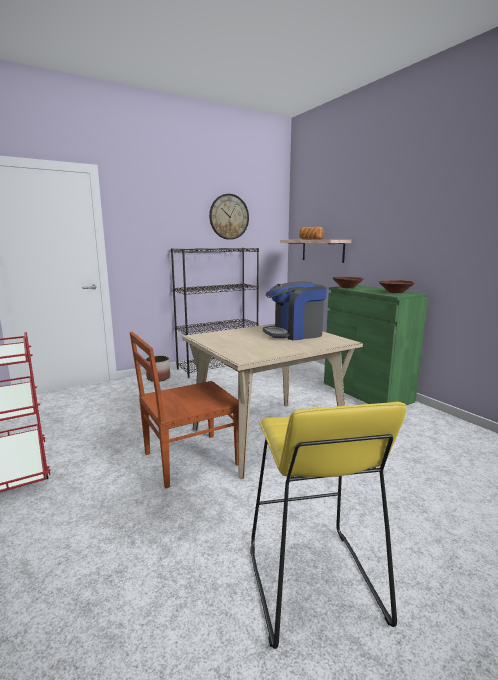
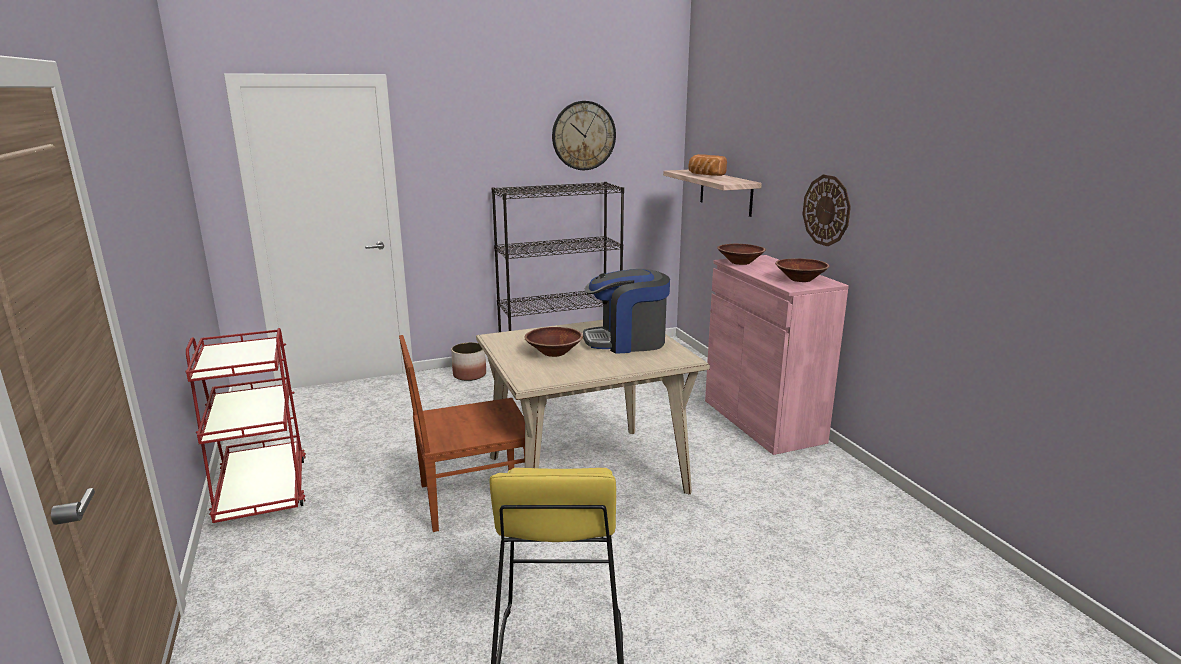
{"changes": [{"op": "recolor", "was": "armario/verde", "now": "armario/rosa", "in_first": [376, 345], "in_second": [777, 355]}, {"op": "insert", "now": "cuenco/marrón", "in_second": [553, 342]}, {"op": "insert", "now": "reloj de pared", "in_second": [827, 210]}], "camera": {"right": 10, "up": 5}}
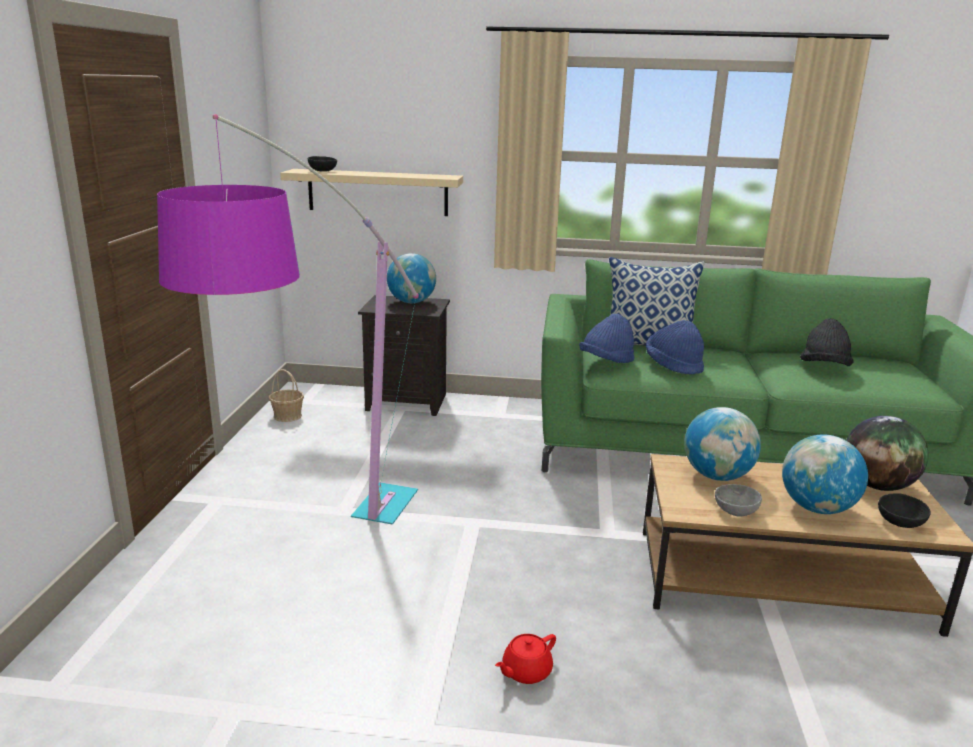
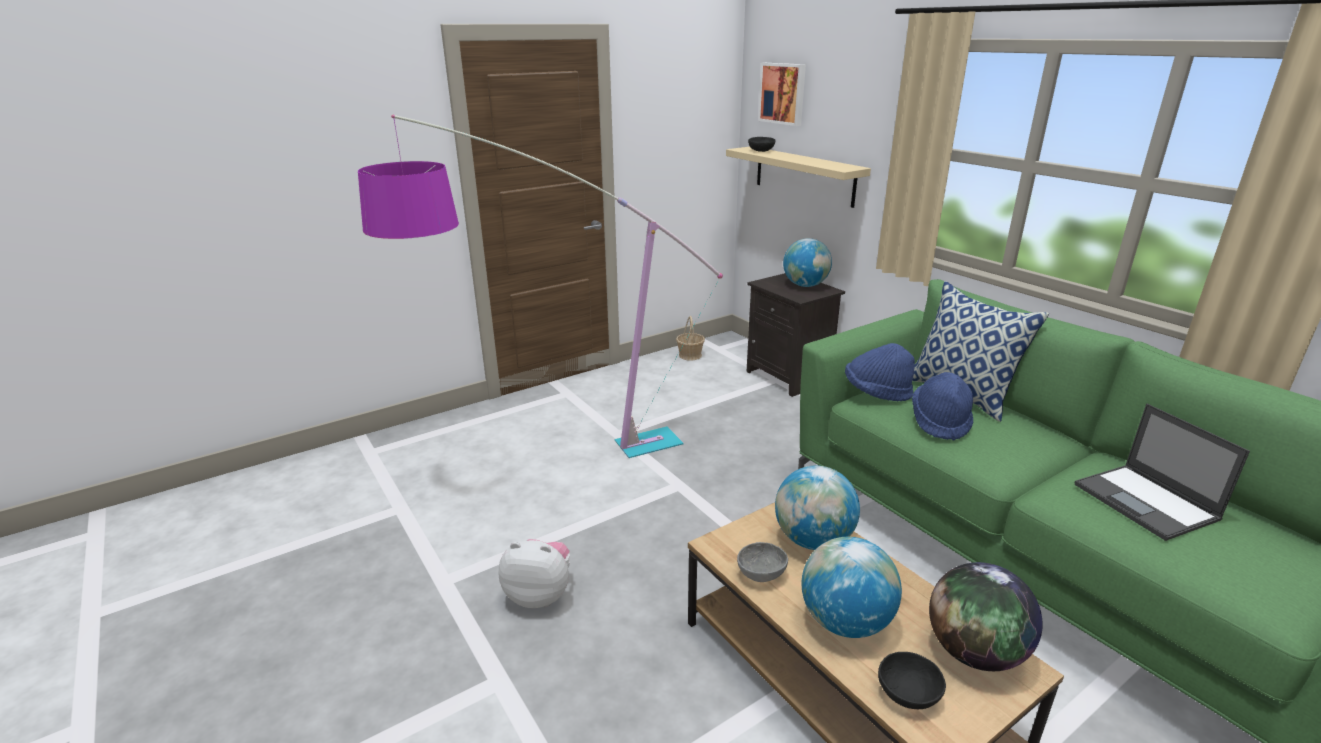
{"changes": [{"op": "replace", "was": "tetera/rojo", "now": "peluche", "in_first": [525, 659], "in_second": [534, 573]}, {"op": "replace", "was": "sombrero/negro", "now": "portátil", "in_first": [827, 342], "in_second": [1162, 472]}, {"op": "insert", "now": "cuadro", "in_second": [782, 94]}], "camera": {"right": 50, "up": 5}}
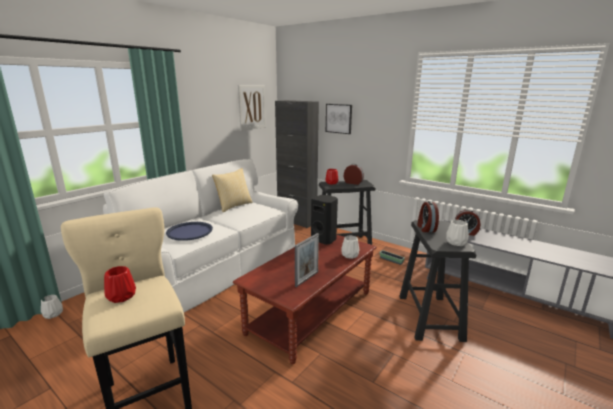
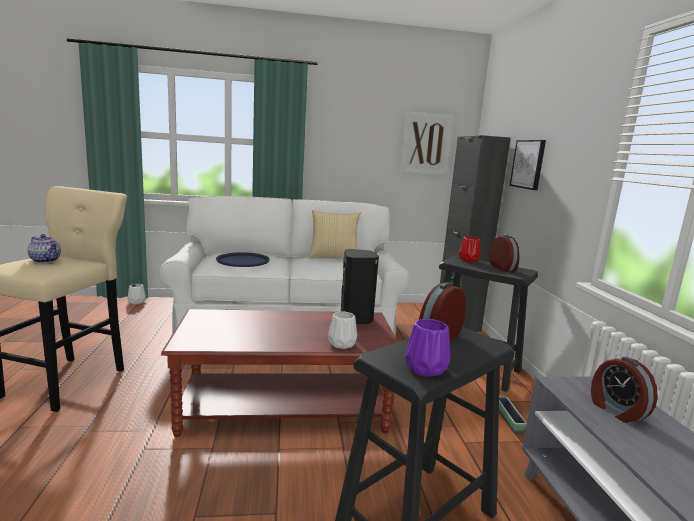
{"changes": [{"op": "replace", "was": "florero/rojo", "now": "tetera", "in_first": [120, 284], "in_second": [44, 248]}, {"op": "delete", "was": "portarretratos", "in_first": [307, 260]}, {"op": "recolor", "was": "florero/blanco", "now": "florero/morado", "in_first": [457, 233], "in_second": [427, 347]}], "camera": {"right": 45, "up": -5}}
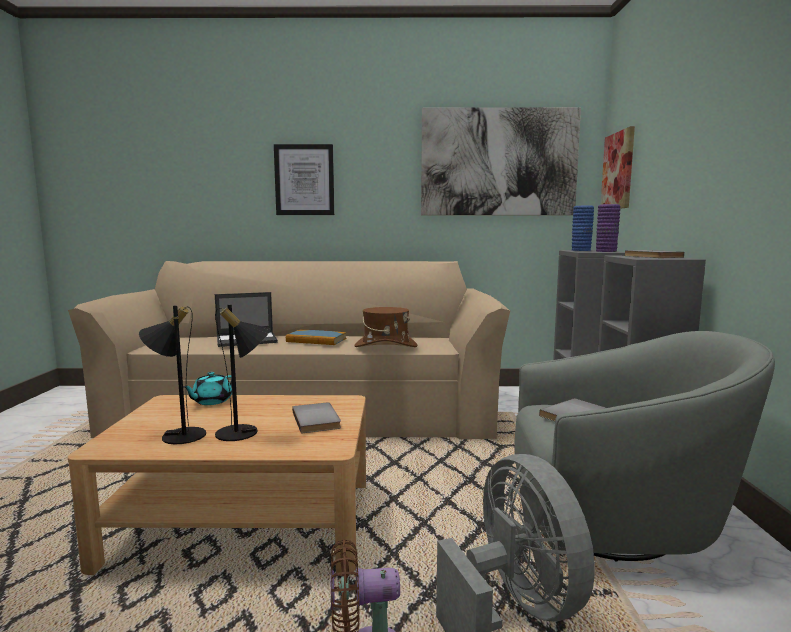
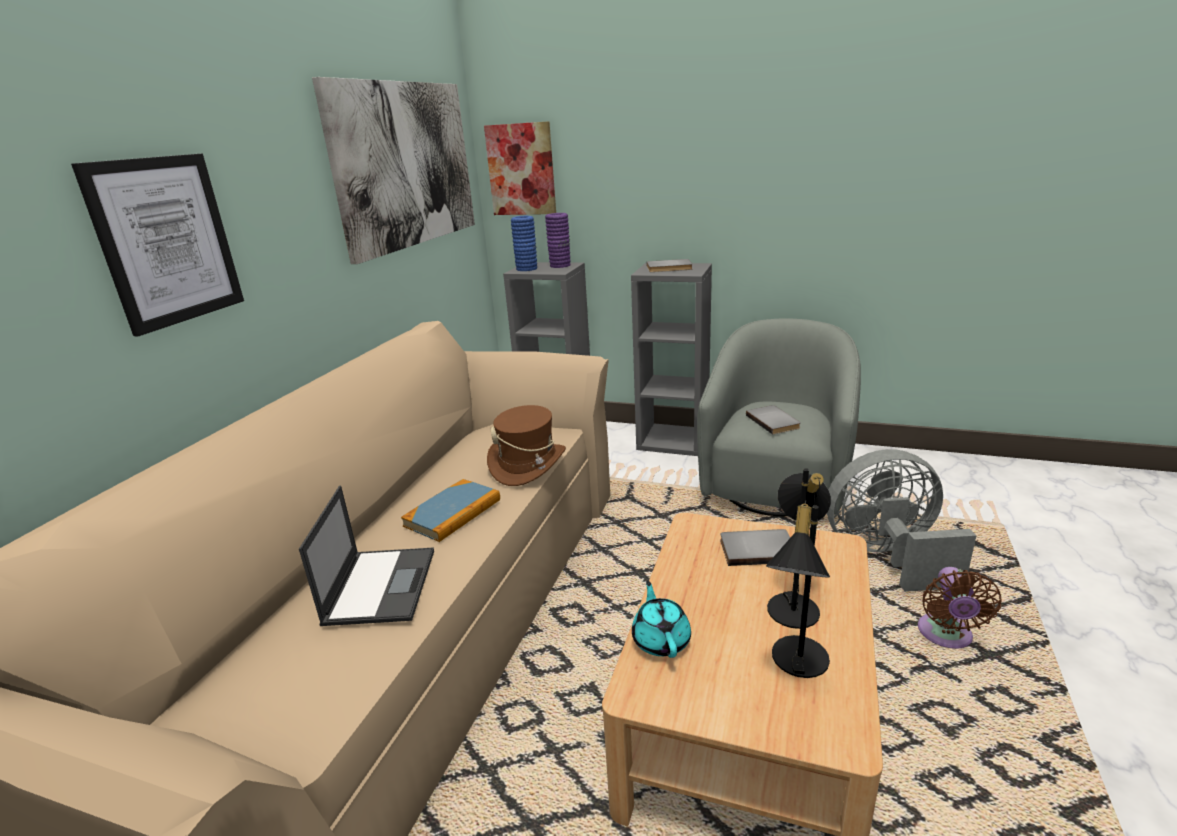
{"changes": [{"op": "rotate", "was": "tetera/turquesa", "in_first": [207, 388], "in_second": [661, 619], "clockwise": -150}], "camera": {"right": -70, "up": 15}}
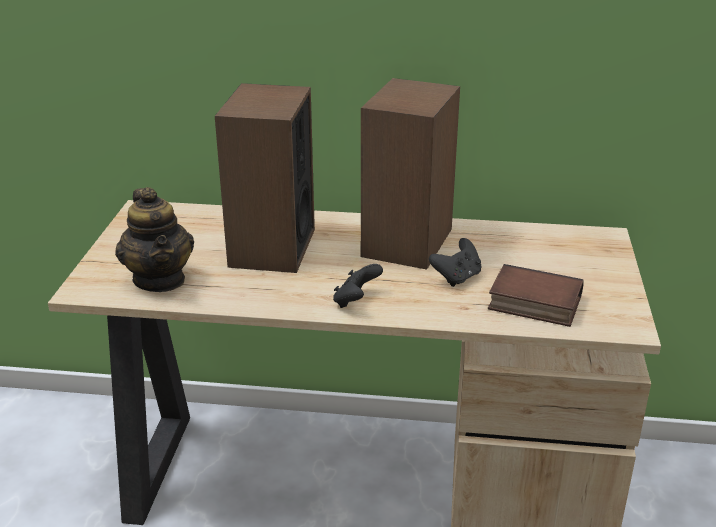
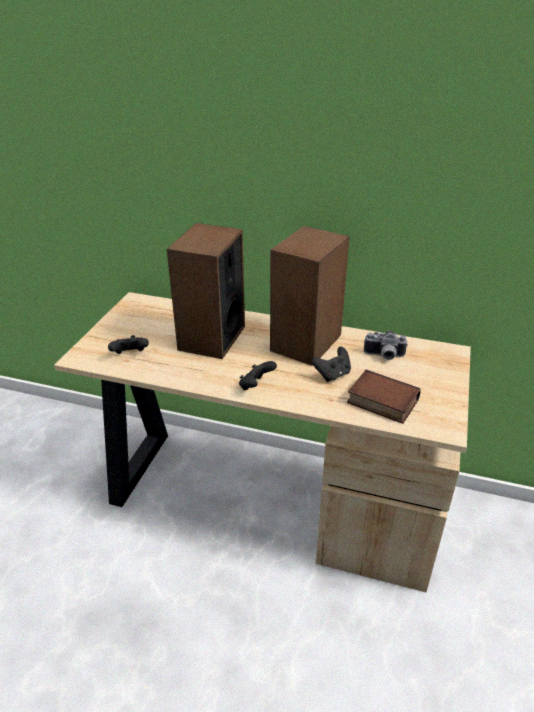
{"changes": [{"op": "replace", "was": "tetera", "now": "mando de consola/negro", "in_first": [154, 239], "in_second": [128, 344]}, {"op": "insert", "now": "cámara", "in_second": [386, 345]}], "camera": {"right": 10, "up": 5}}
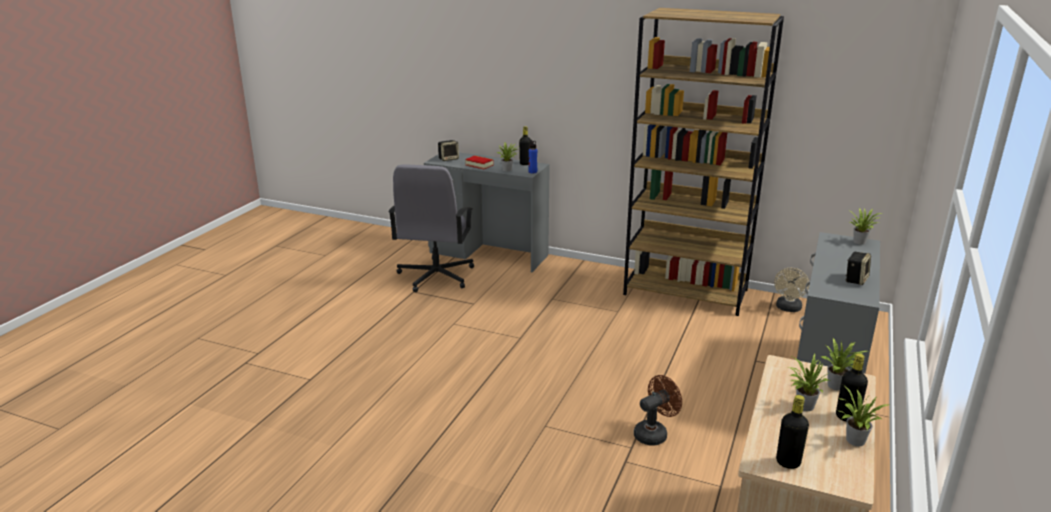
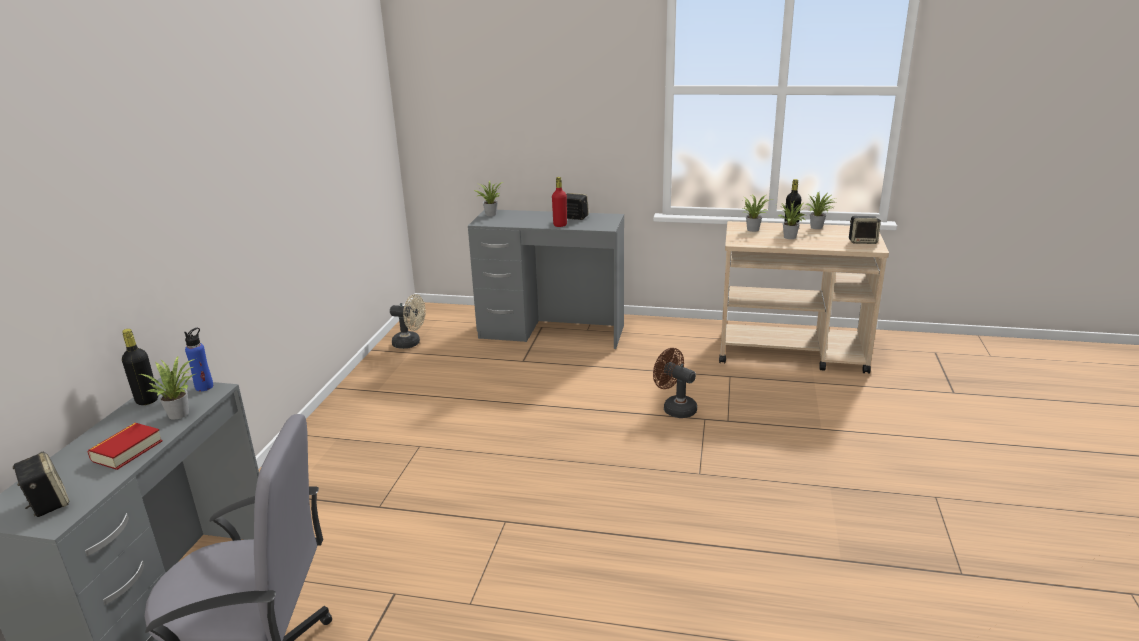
{"changes": [{"op": "delete", "was": "estantería/marrón", "in_first": [703, 162]}, {"op": "replace", "was": "botella/negro", "now": "altavoz", "in_first": [792, 432], "in_second": [865, 230]}, {"op": "insert", "now": "botella/rojo", "in_second": [559, 202]}], "camera": {"right": -100, "up": 0}}
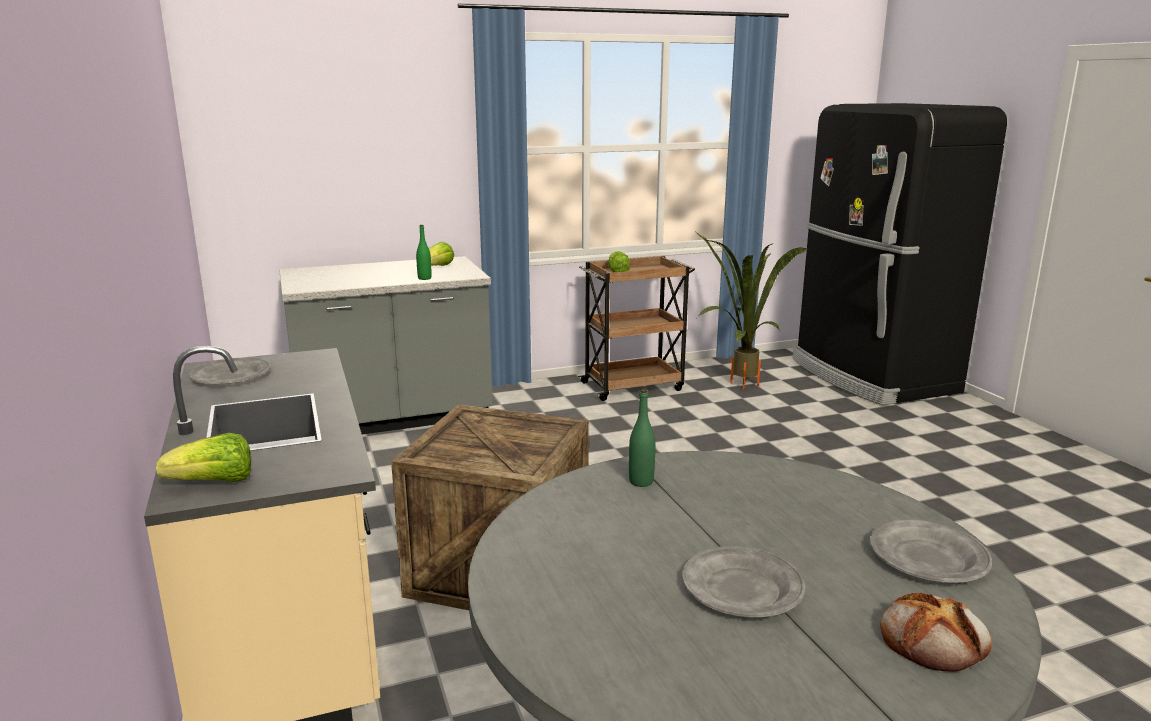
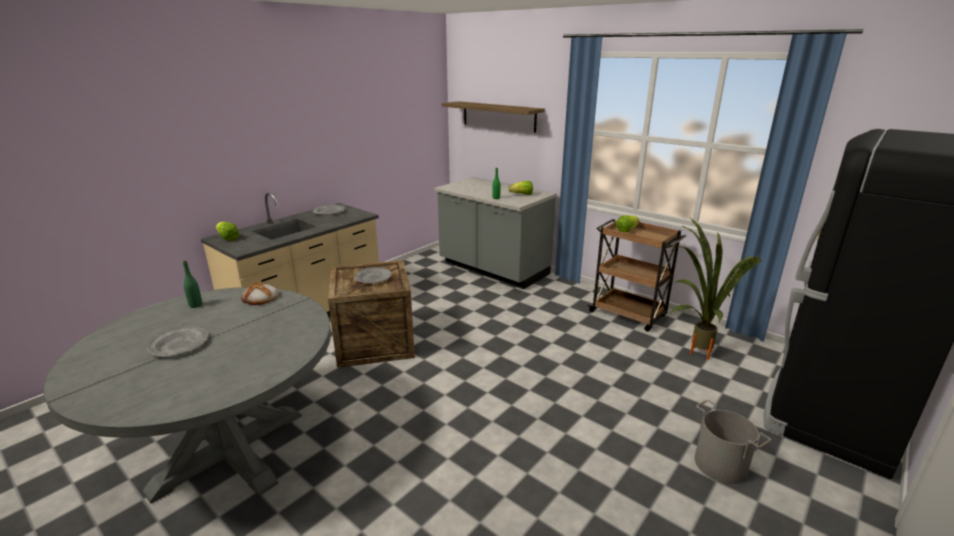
{"changes": [{"op": "move", "was": "botella/verde", "in_first": [642, 438], "in_second": [192, 284]}, {"op": "move", "was": "plato/gris", "in_first": [930, 551], "in_second": [373, 275]}, {"op": "move", "was": "pan", "in_first": [936, 632], "in_second": [260, 294]}, {"op": "insert", "now": "estante", "in_second": [493, 117]}, {"op": "insert", "now": "cubo/gris", "in_second": [733, 442]}], "camera": {"right": 60, "up": 5}}
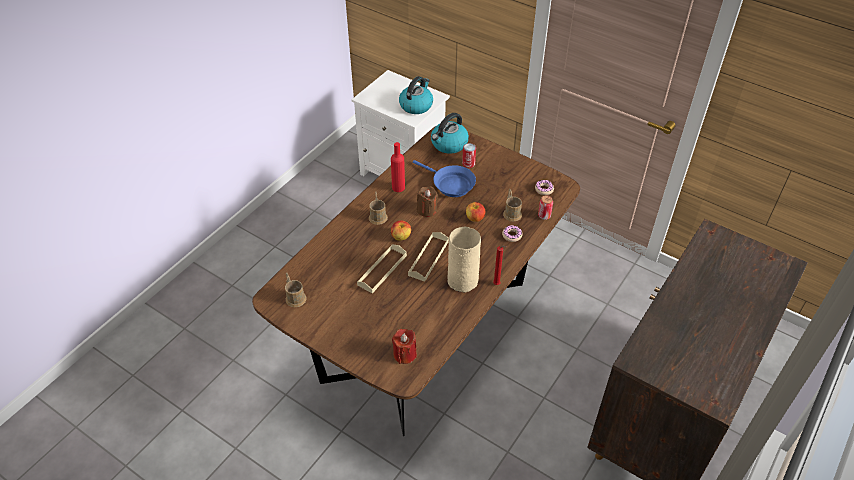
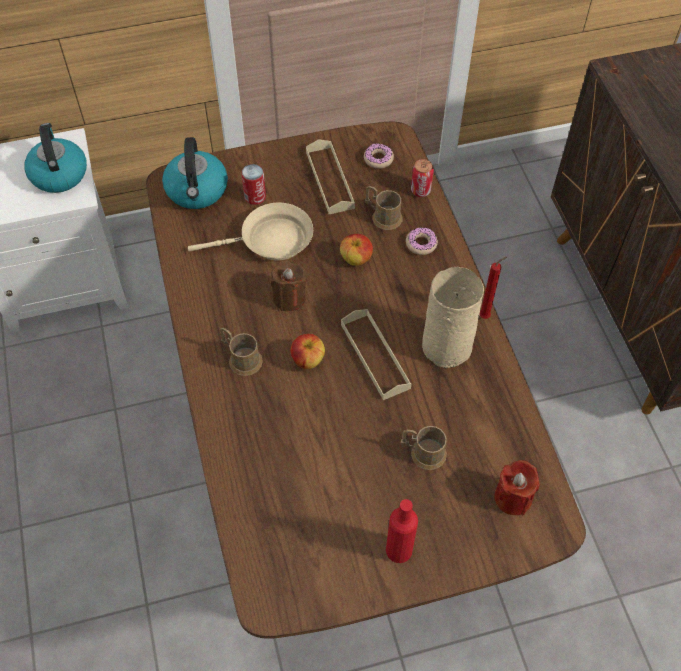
{"changes": [{"op": "move", "was": "taza grande/marrón", "in_first": [296, 290], "in_second": [424, 448]}, {"op": "move", "was": "bandeja/beis", "in_first": [382, 268], "in_second": [330, 176]}, {"op": "move", "was": "botella/rojo", "in_first": [398, 167], "in_second": [402, 531]}, {"op": "recolor", "was": "sartén/azul", "now": "sartén/beis", "in_first": [444, 178], "in_second": [250, 231]}], "camera": {"right": -50, "up": 10}}
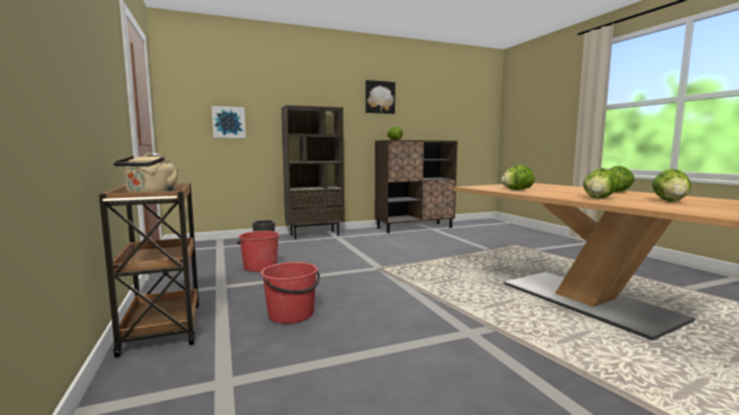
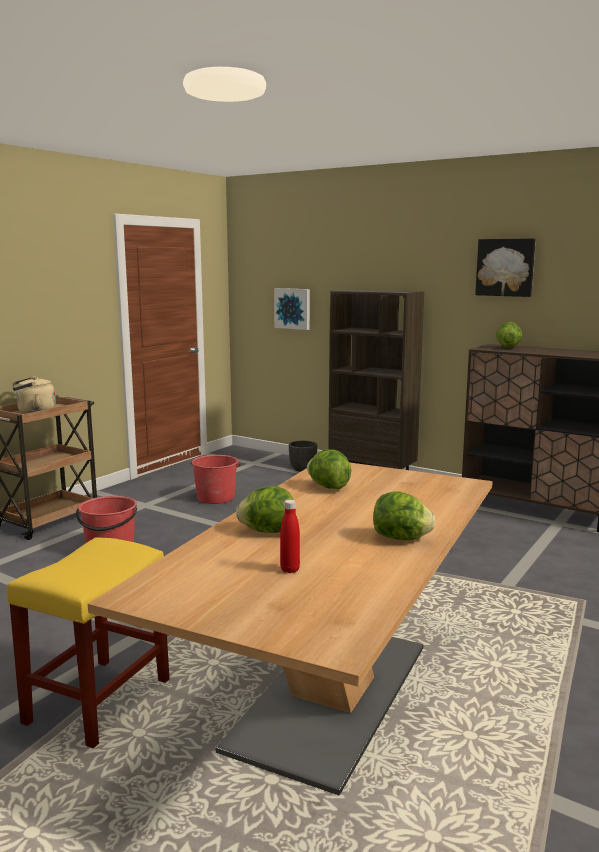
{"changes": [{"op": "replace", "was": "lechuga", "now": "botella/rojo", "in_first": [671, 185], "in_second": [290, 536]}, {"op": "insert", "now": "taburete/amarillo", "in_second": [88, 643]}], "camera": {"right": 55, "up": 5}}
